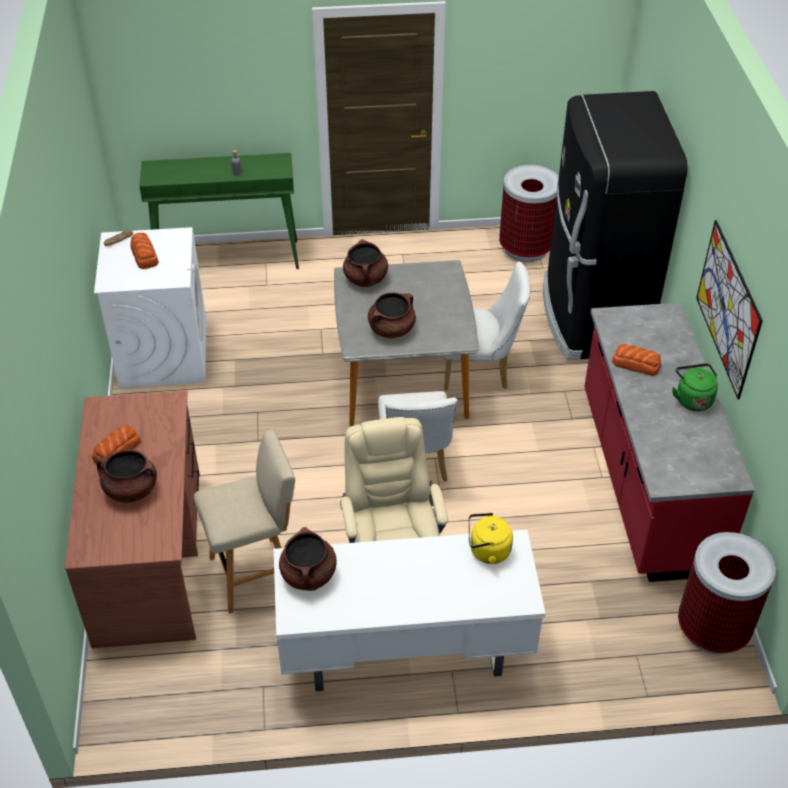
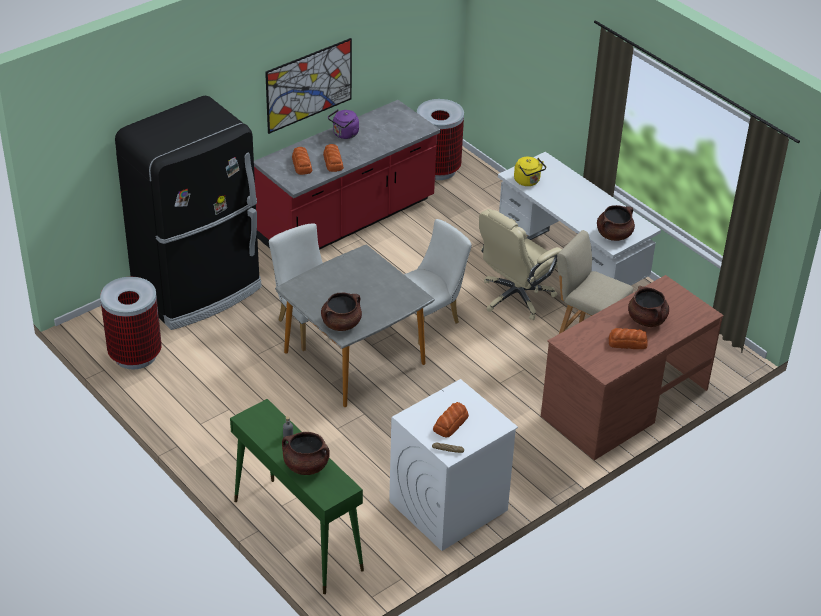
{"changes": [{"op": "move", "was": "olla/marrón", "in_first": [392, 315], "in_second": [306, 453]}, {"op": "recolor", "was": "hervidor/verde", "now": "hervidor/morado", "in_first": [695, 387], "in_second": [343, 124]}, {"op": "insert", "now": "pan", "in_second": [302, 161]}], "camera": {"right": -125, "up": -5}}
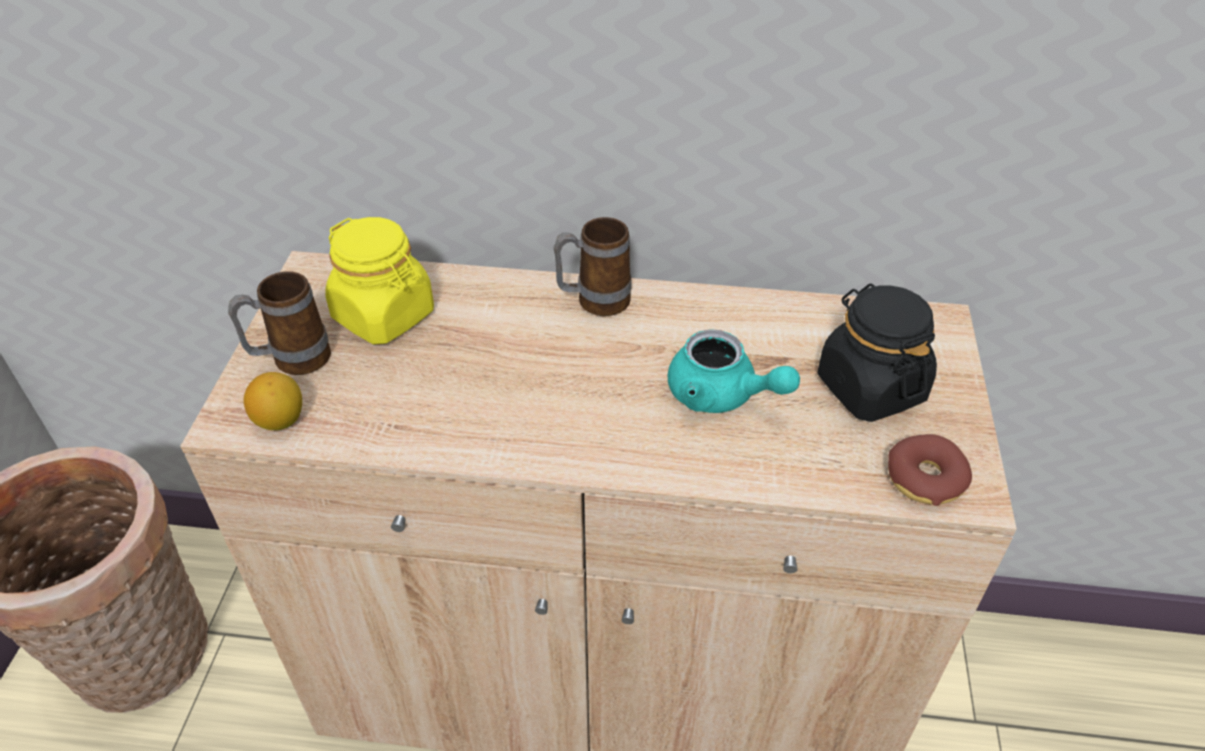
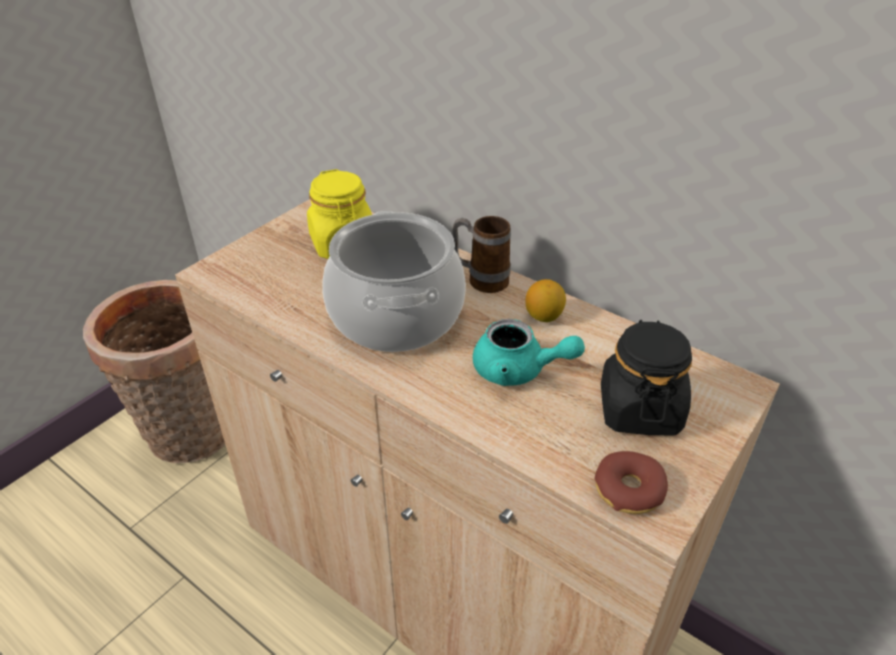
{"changes": [{"op": "delete", "was": "taza grande", "in_first": [279, 323]}, {"op": "move", "was": "limón", "in_first": [273, 401], "in_second": [545, 300]}, {"op": "rotate", "was": "tetera/turquesa", "in_first": [734, 371], "in_second": [529, 352], "clockwise": -45}, {"op": "insert", "now": "olla", "in_second": [394, 281]}], "camera": {"right": 30, "up": -5}}
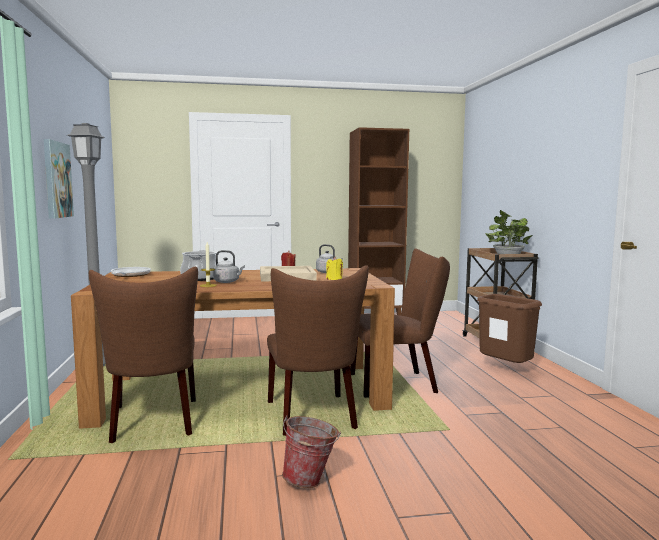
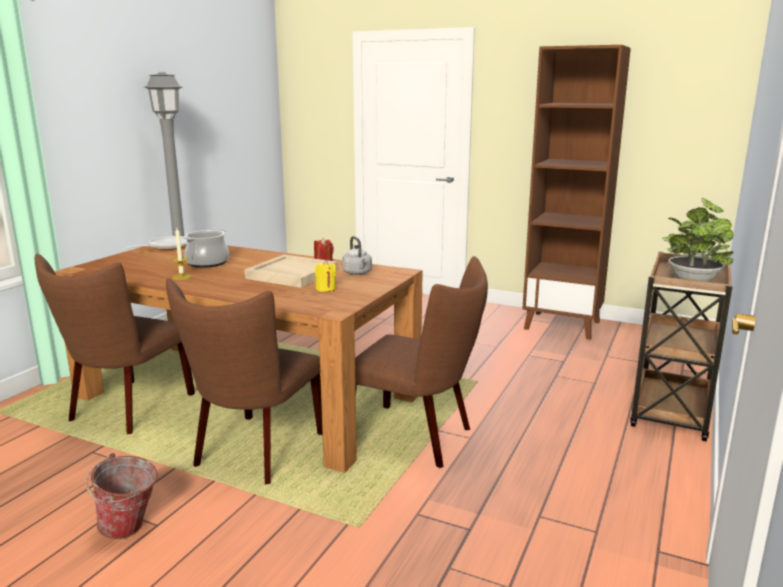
{"changes": [{"op": "delete", "was": "cuadro", "in_first": [59, 179]}, {"op": "delete", "was": "hervidor/gris", "in_first": [229, 266]}, {"op": "delete", "was": "papelera/marrón", "in_first": [509, 328]}], "camera": {"right": 35, "up": 10}}
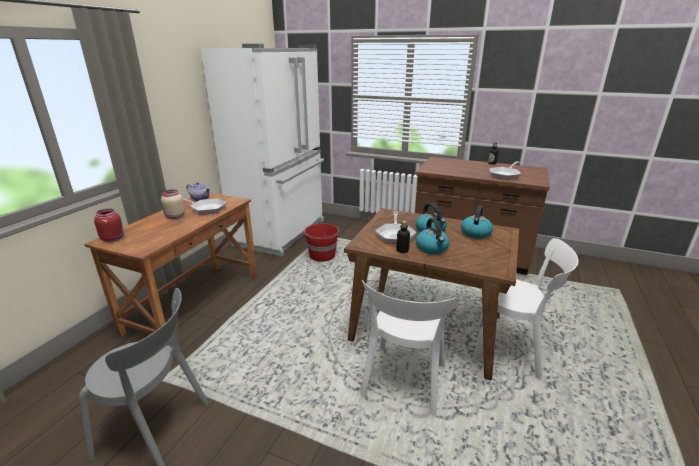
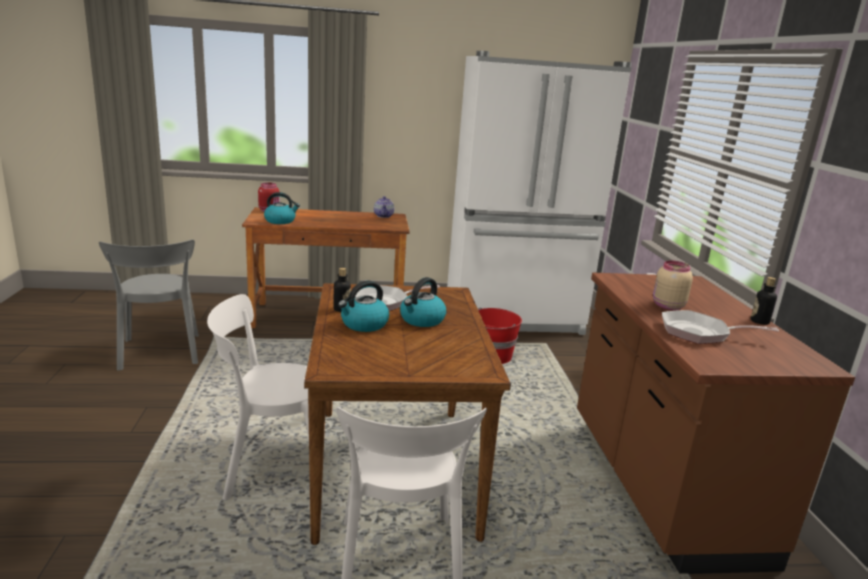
{"changes": [{"op": "move", "was": "tarro/beis", "in_first": [173, 204], "in_second": [673, 285]}, {"op": "delete", "was": "sartén", "in_first": [204, 206]}, {"op": "move", "was": "hervidor", "in_first": [477, 222], "in_second": [282, 208]}], "camera": {"right": 60, "up": -5}}
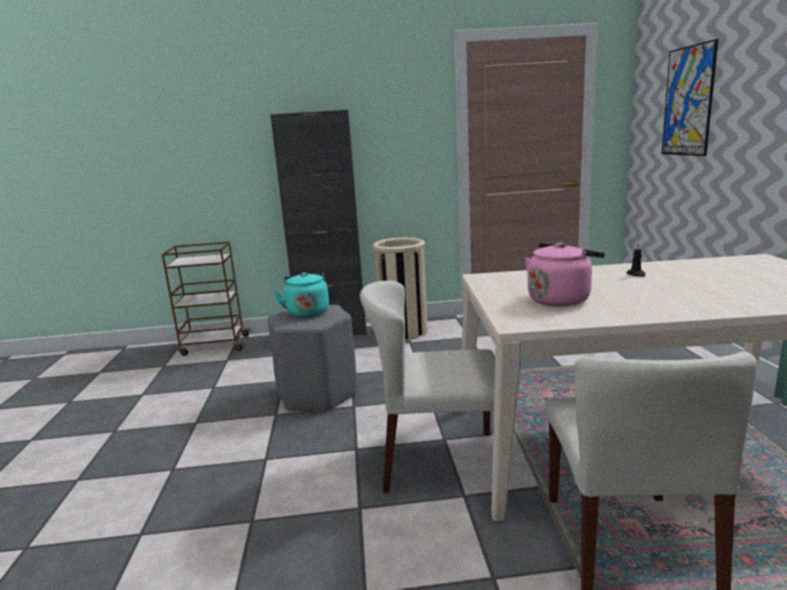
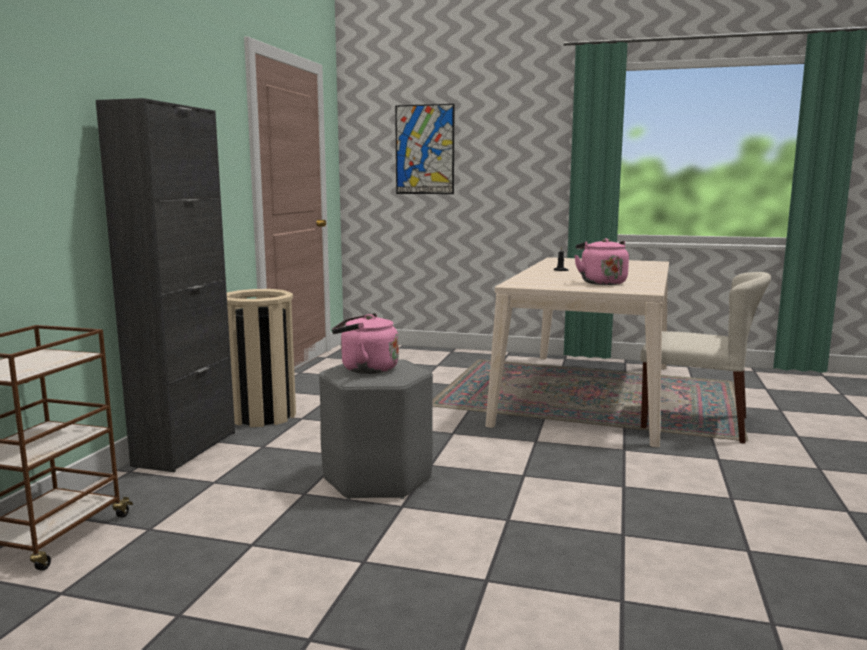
{"changes": [{"op": "recolor", "was": "hervidor/turquesa", "now": "hervidor/rosa", "in_first": [301, 295], "in_second": [365, 343]}, {"op": "delete", "was": "silla/beis", "in_first": [427, 386]}], "camera": {"right": -70, "up": -5}}
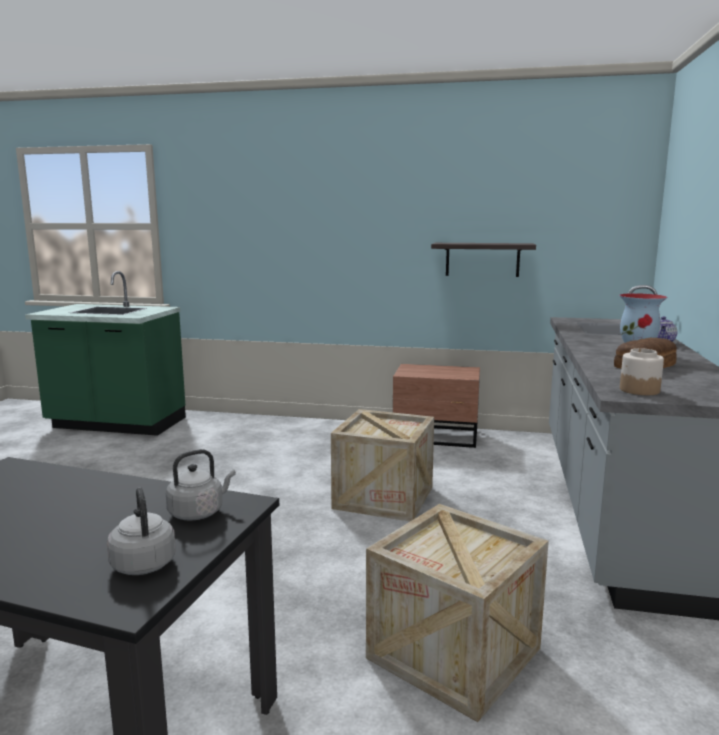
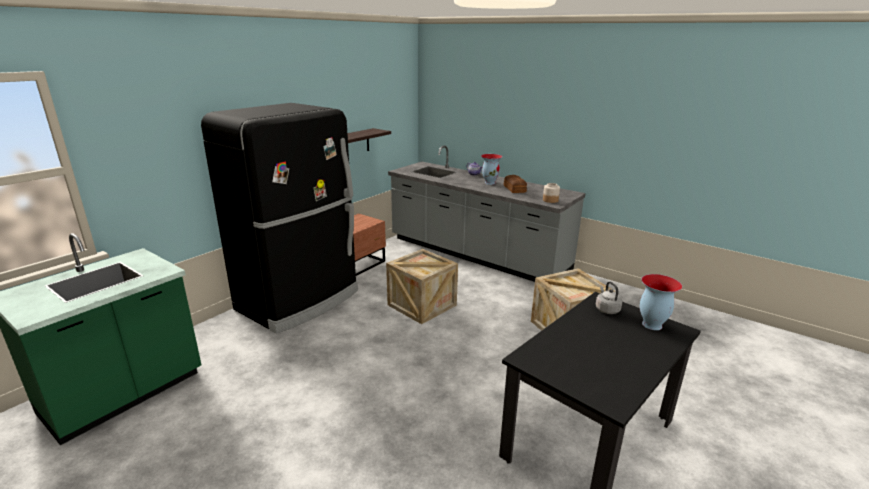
{"changes": [{"op": "replace", "was": "hervidor/gris", "now": "florero", "in_first": [141, 531], "in_second": [661, 302]}, {"op": "insert", "now": "nevera/negro", "in_second": [279, 218]}], "camera": {"right": -65, "up": 10}}
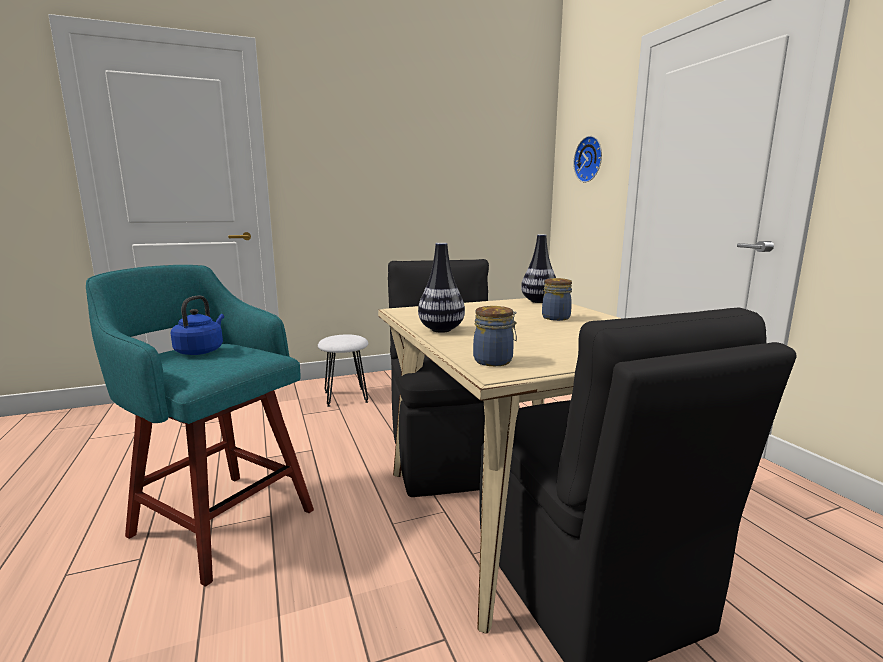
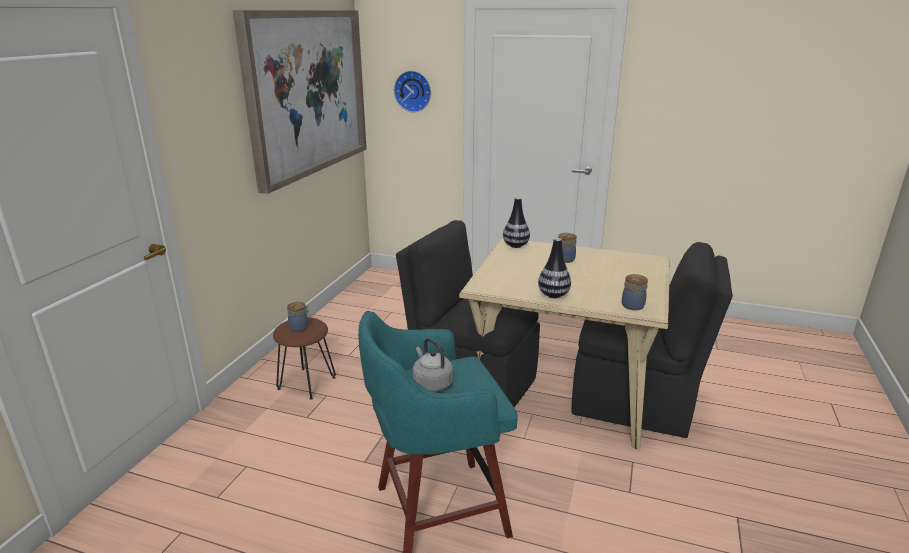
{"changes": [{"op": "recolor", "was": "hervidor/azul", "now": "hervidor/gris", "in_first": [197, 325], "in_second": [433, 365]}, {"op": "recolor", "was": "taburete/blanco", "now": "taburete/marrón", "in_first": [343, 370], "in_second": [304, 358]}, {"op": "insert", "now": "cuadro", "in_second": [300, 102]}, {"op": "insert", "now": "tarro", "in_second": [298, 317]}], "camera": {"right": -50, "up": 10}}
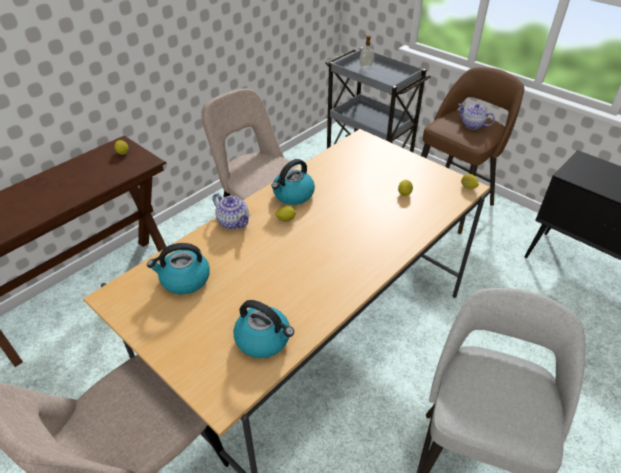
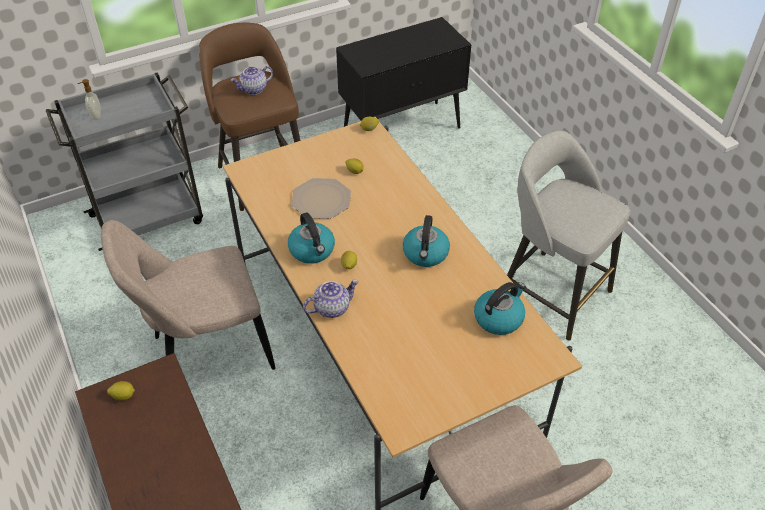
{"changes": [{"op": "move", "was": "hervidor", "in_first": [178, 269], "in_second": [426, 241]}, {"op": "insert", "now": "plato", "in_second": [321, 198]}], "camera": {"right": -70, "up": 5}}
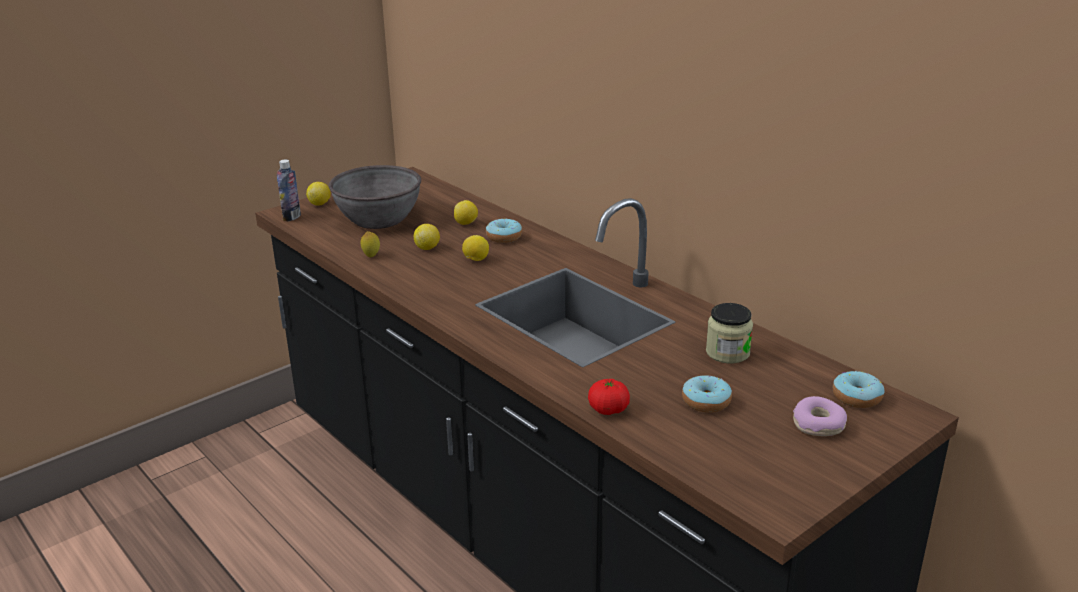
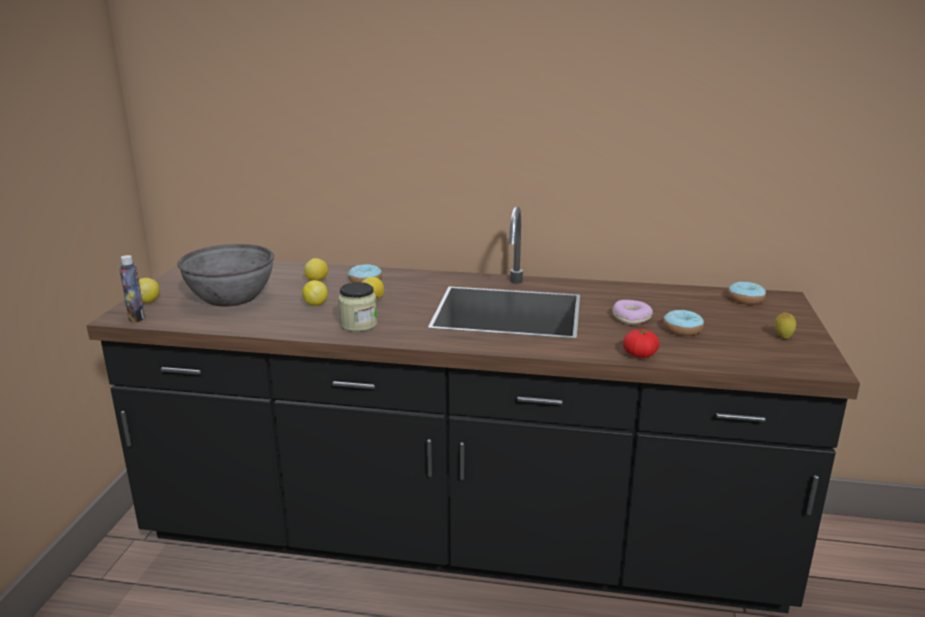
{"changes": [{"op": "move", "was": "limón", "in_first": [370, 244], "in_second": [785, 325]}, {"op": "move", "was": "tarro", "in_first": [729, 333], "in_second": [357, 307]}, {"op": "move", "was": "rosquilla", "in_first": [820, 416], "in_second": [632, 312]}], "camera": {"right": -40, "up": -5}}
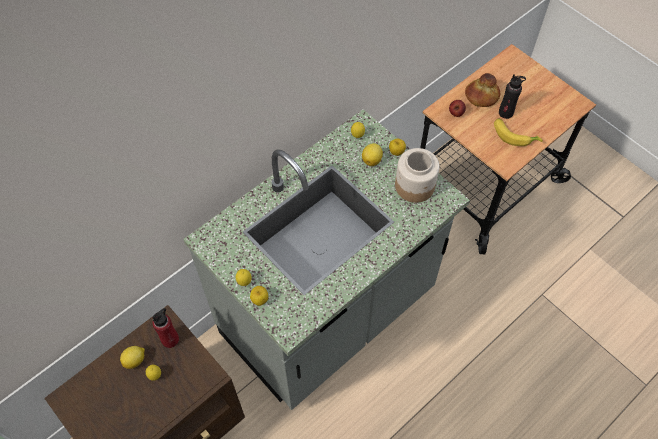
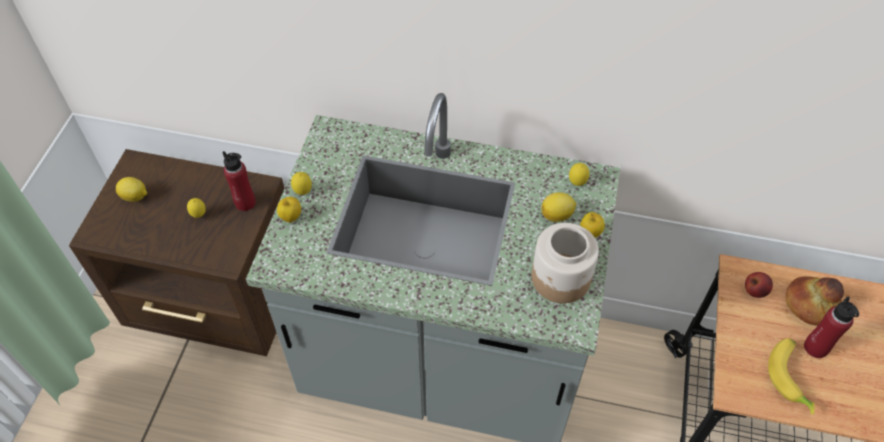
{"changes": [{"op": "move", "was": "limón", "in_first": [132, 357], "in_second": [131, 189]}, {"op": "recolor", "was": "botella/negro", "now": "botella/rojo", "in_first": [512, 96], "in_second": [831, 327]}], "camera": {"right": 55, "up": -5}}
